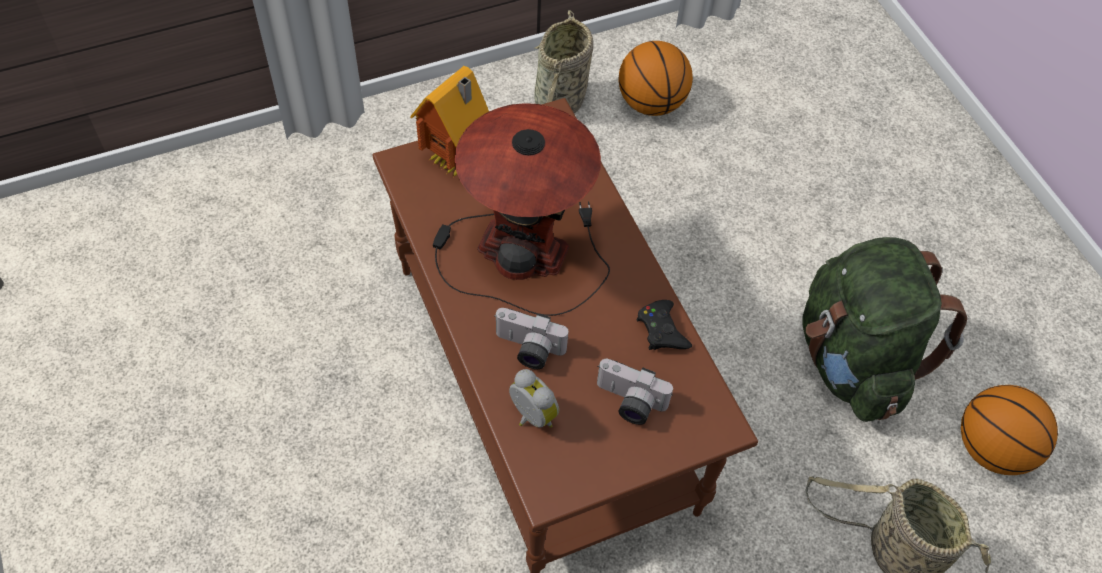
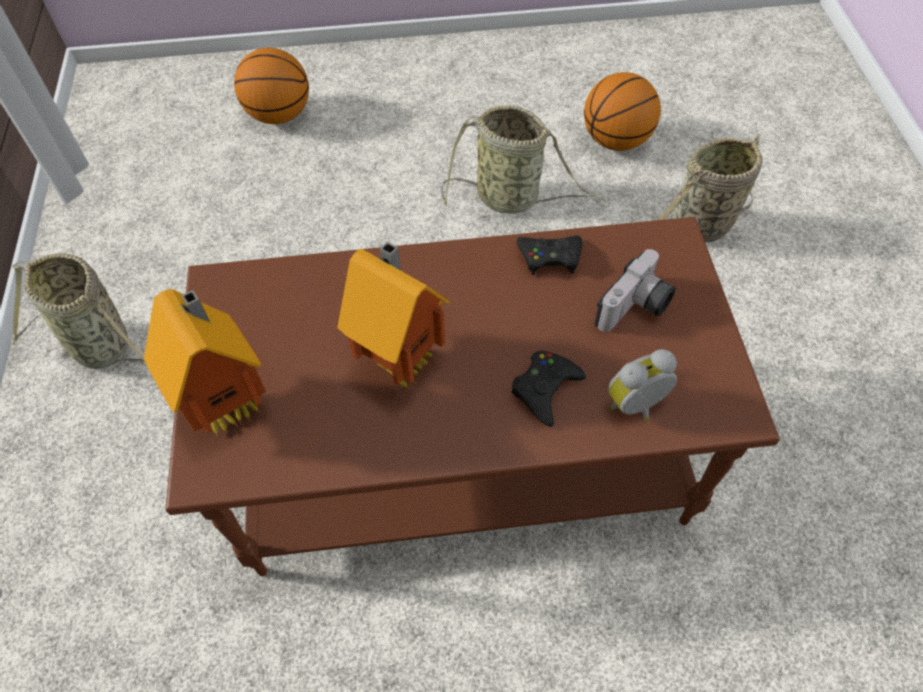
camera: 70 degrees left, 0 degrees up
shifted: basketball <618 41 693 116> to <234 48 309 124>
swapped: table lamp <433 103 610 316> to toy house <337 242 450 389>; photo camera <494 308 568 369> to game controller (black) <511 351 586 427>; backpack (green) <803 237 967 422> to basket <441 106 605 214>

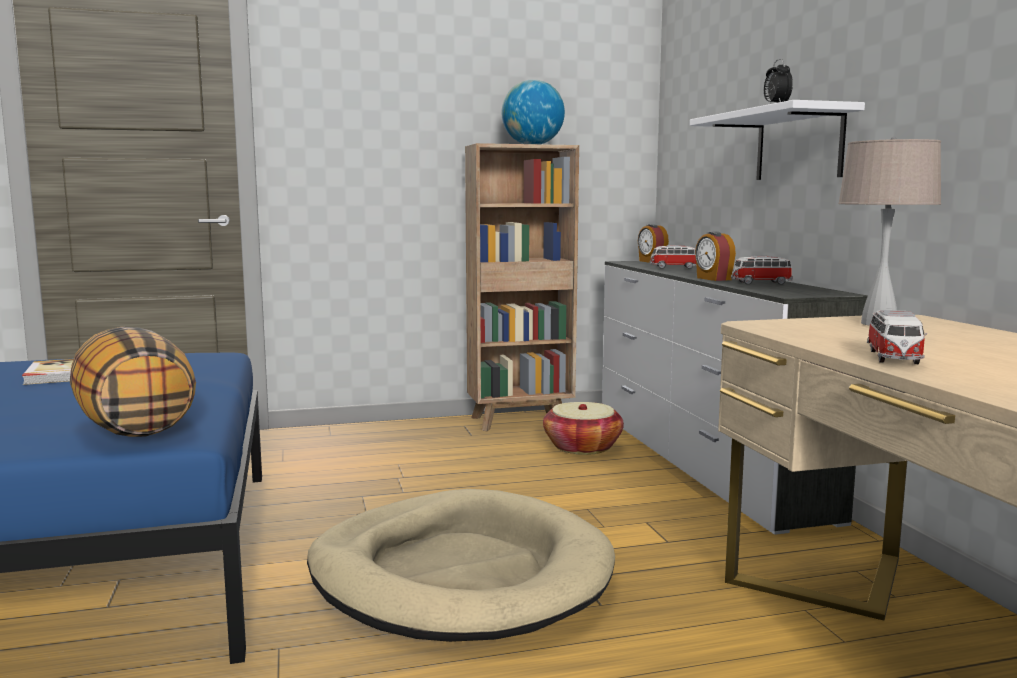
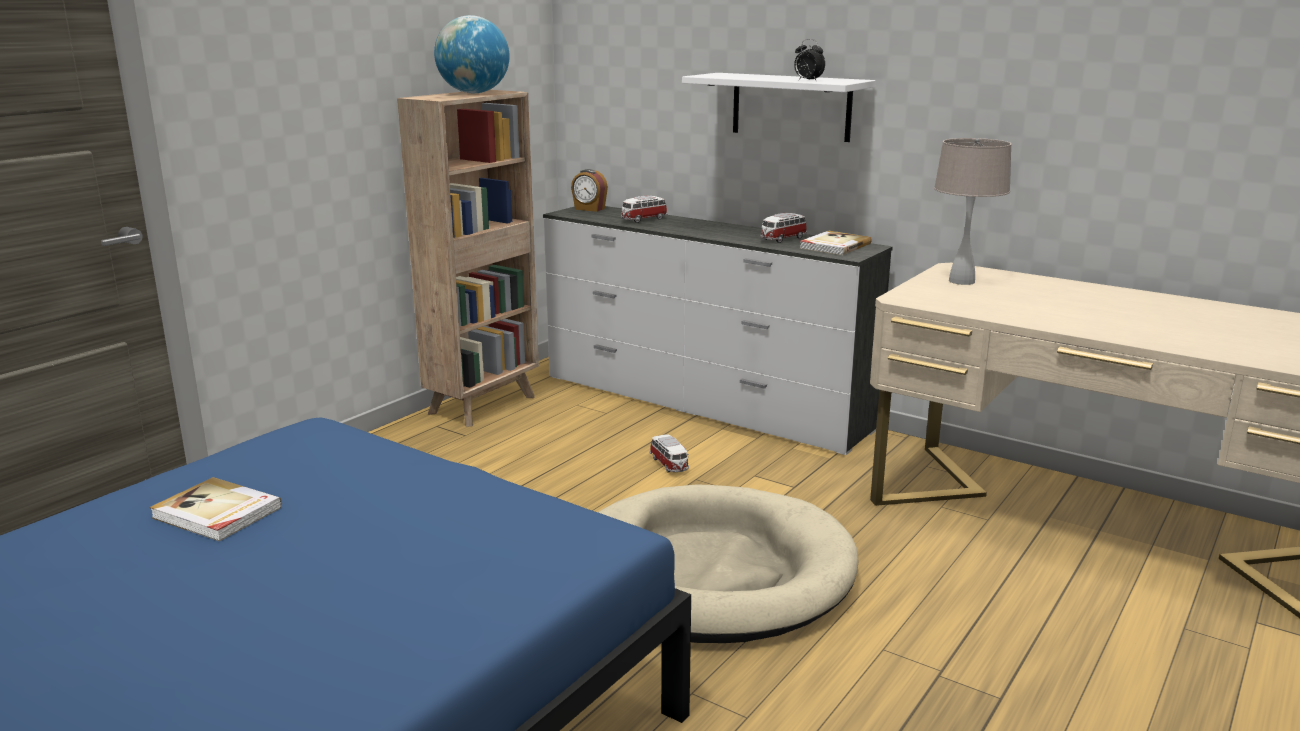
camera: 40 degrees left, 10 degrees up
gone: pillow <70 327 196 437>; basket <543 402 624 455>; alarm clock <695 231 736 281>
new: book <800 231 872 255>
shifted: toy car <867 310 927 365> to <650 434 689 473>

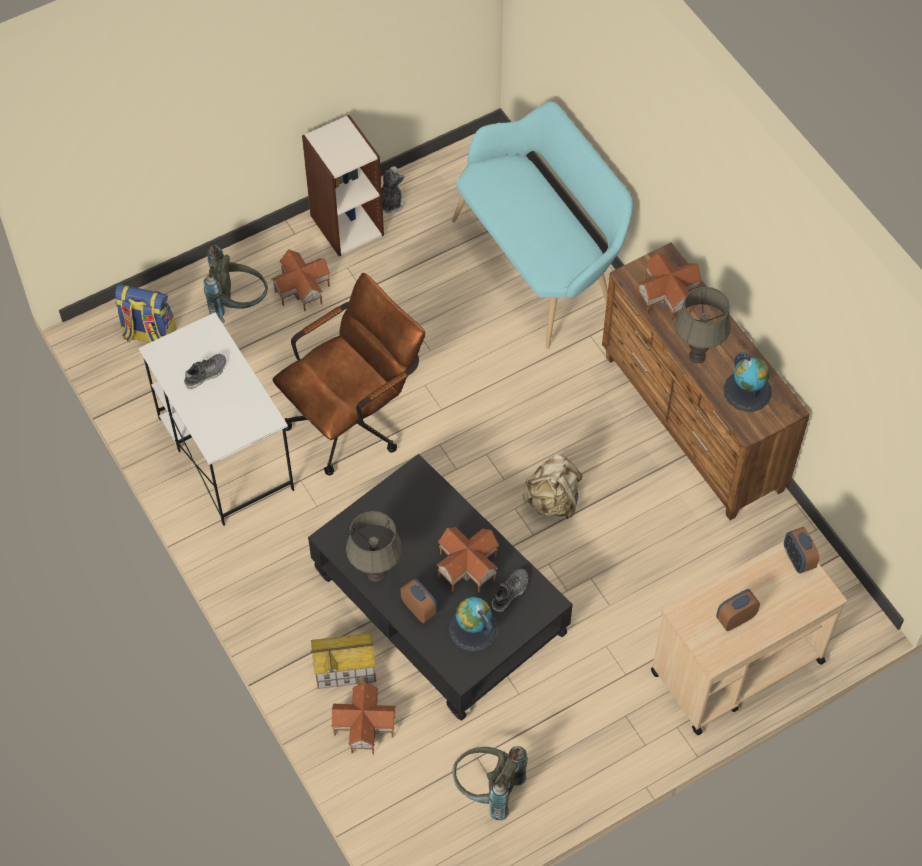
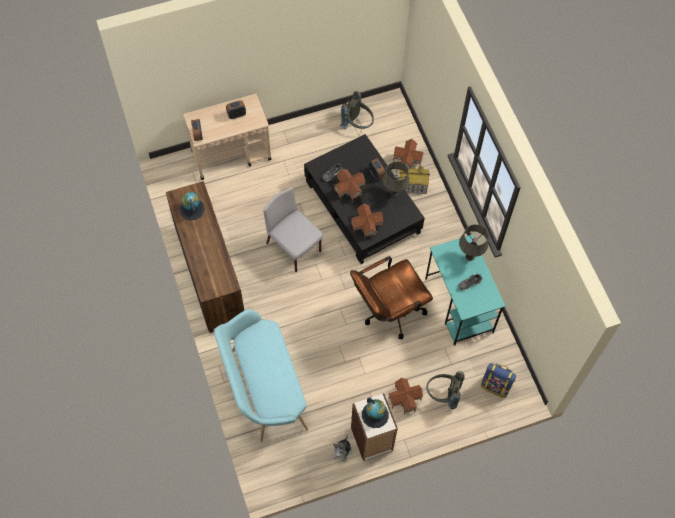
camera: 170 degrees left, 5 degrees up
shifted: globe <449 597 498 652> to <362 397 389 428>; toy house <637 252 702 321> to <350 203 384 240>; table lamp (grey) <675 287 731 363> to <459 224 488 261>
swapped: backpack (beige) <523 454 582 519> to chair (grey) <263 187 324 272>
repainted: desk (white) <138 312 294 526> to desk (turquoise) <425 234 506 346>

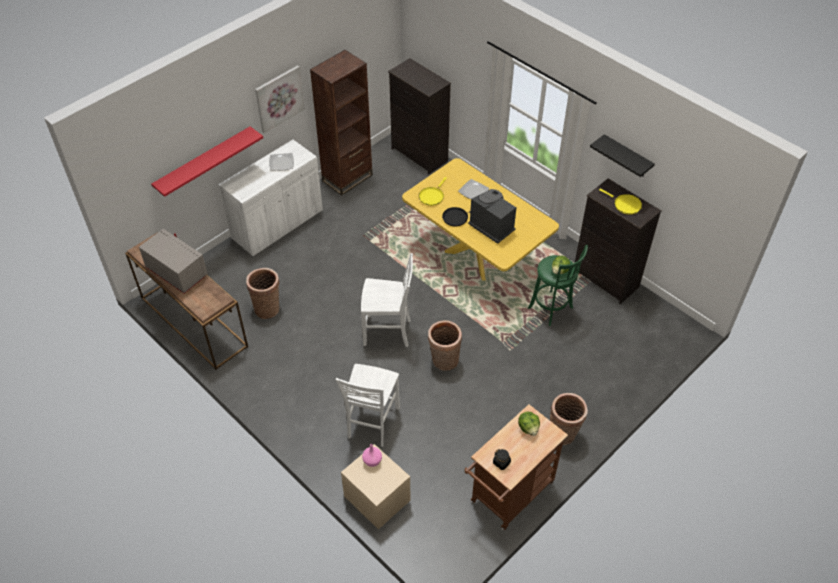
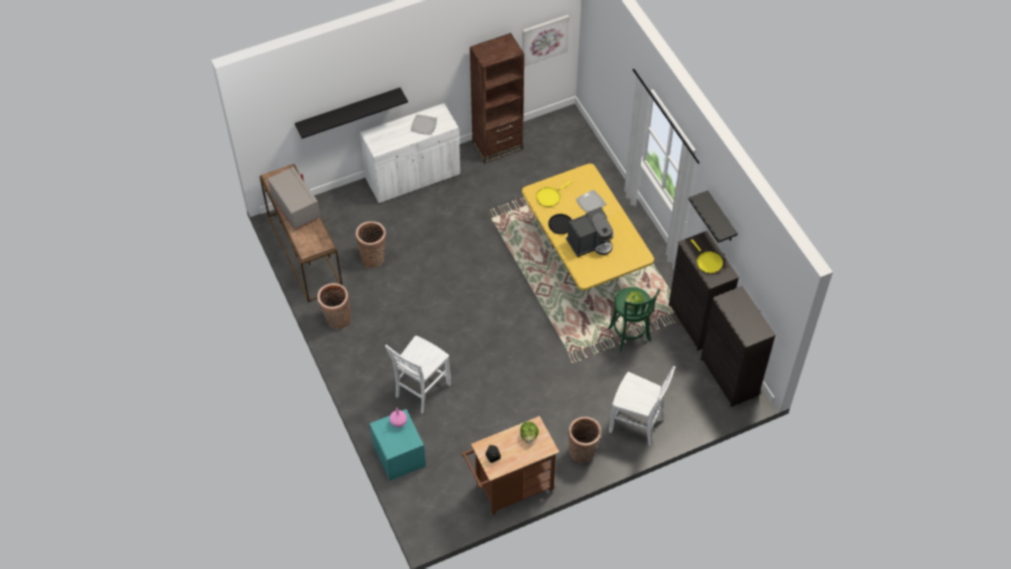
camera: 20 degrees right, 5 degrees up
shifted: picture <255 65 305 133> to <522 15 569 67>; chair (white) <361 253 413 347> to <609 366 675 447>; dresser (black) <388 58 451 174> to <701 286 776 407>; basket <428 320 462 371> to <317 283 351 329>
repainted: shelf (red) <151 126 263 197> to shelf (black) <295 88 408 139>; nightstand (beige) <341 444 411 529> to nightstand (turquoise) <370 409 426 481>
rotated: coffee machine <468 189 517 244> = <566 207 614 257> 90 degrees clockwise

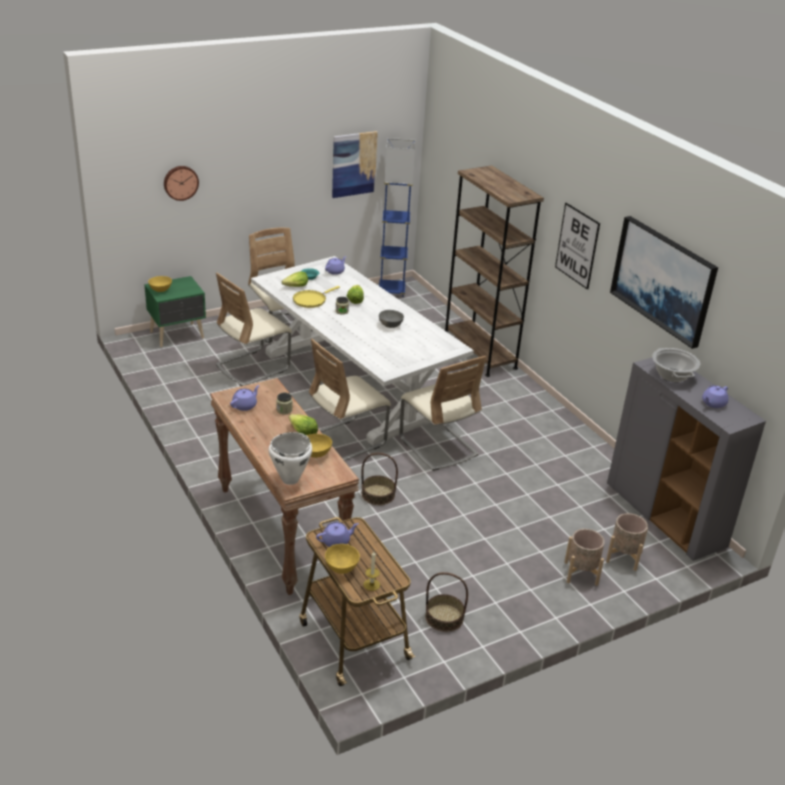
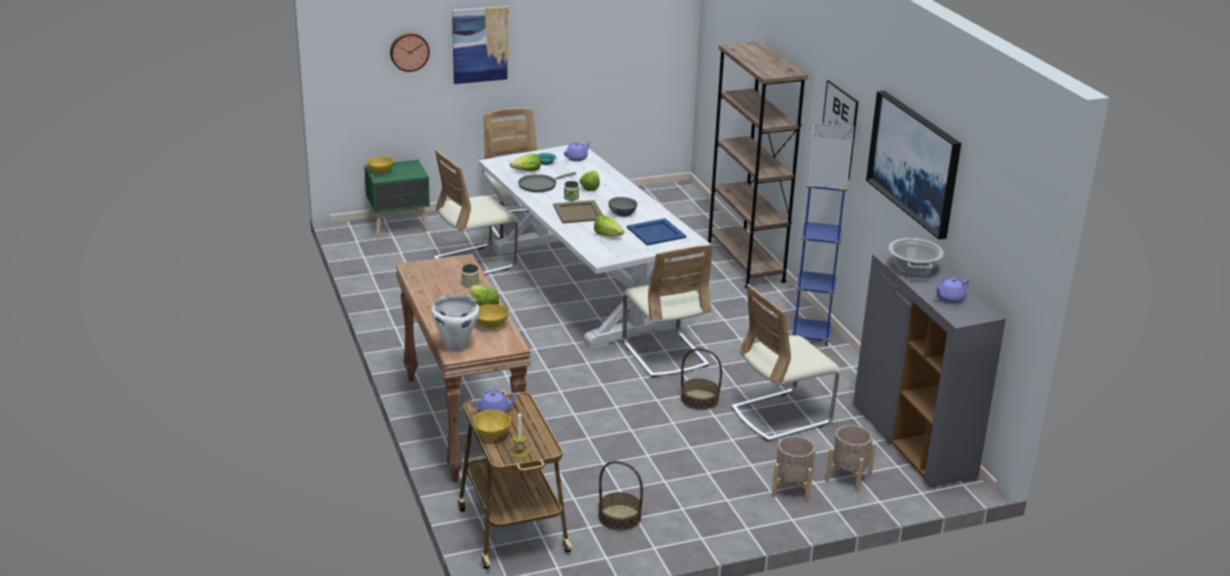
camera: 10 degrees right, 5 degrees down
gone: teapot (purple) <230 385 259 411>
new: tray (beige) <553 200 603 224>; lettuce <594 215 624 237>; tray (blue) <627 218 686 246>
shifted: chair (beige) <309 339 391 461> to <731 284 841 442>; picture <332 131 378 198> to <452 6 509 84>; basket <362 453 398 505> to <681 348 722 410>; floor lamp (blue) <379 138 415 297> to <791 123 854 346>
repainted: frying pan (yellow) <293 286 340 308> to frying pan (grey) <518 172 576 192>

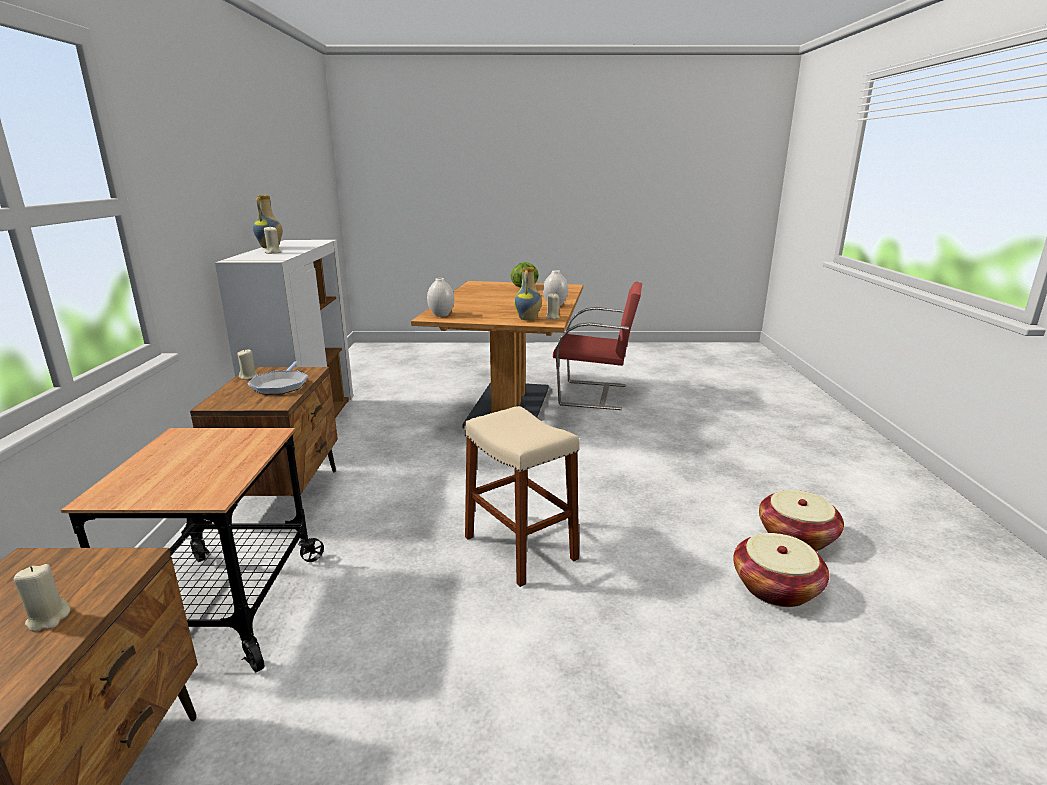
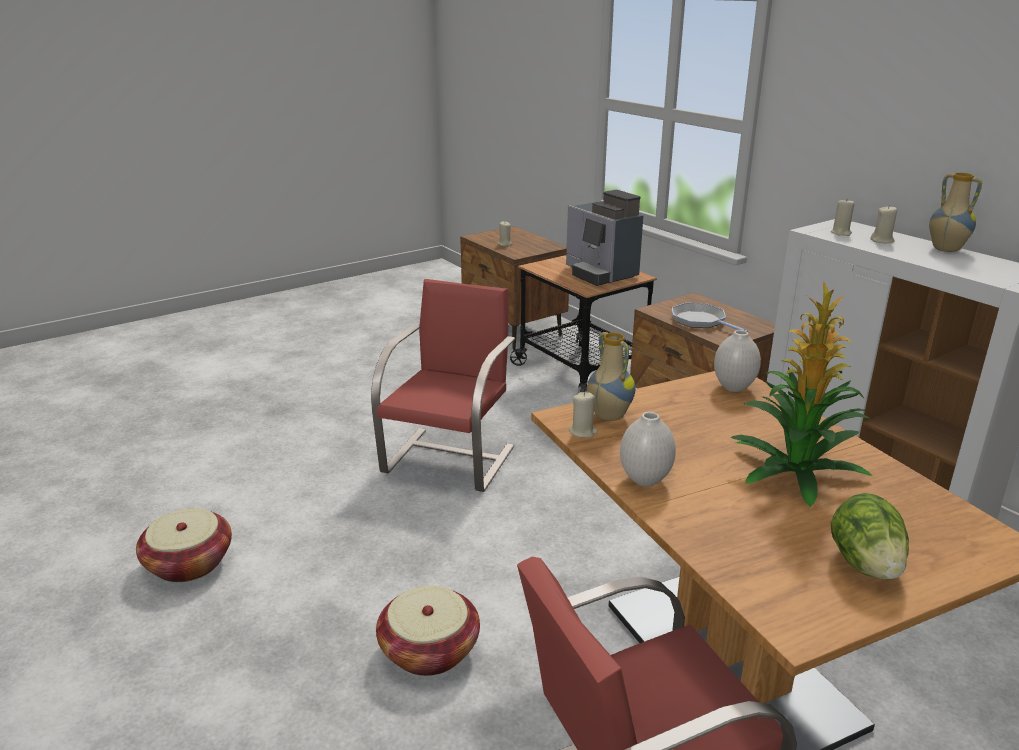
camera: 145 degrees right, 5 degrees up
new: coffee machine <566 190 643 286>; potted plant <730 282 873 507>
shifted: candle (beige) <237 349 258 380> to <831 198 855 236>; basket <733 533 829 607> to <376 586 480 676>
swapped: stool (beige) <465 406 579 587> to chair (red) <371 279 515 492>

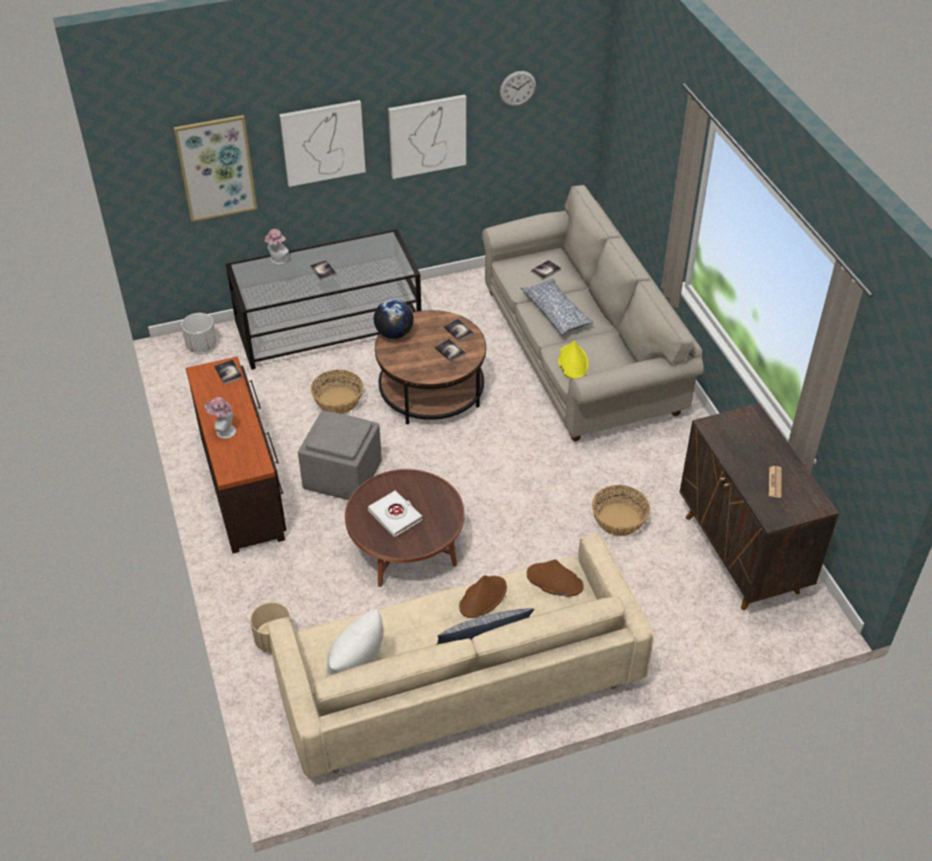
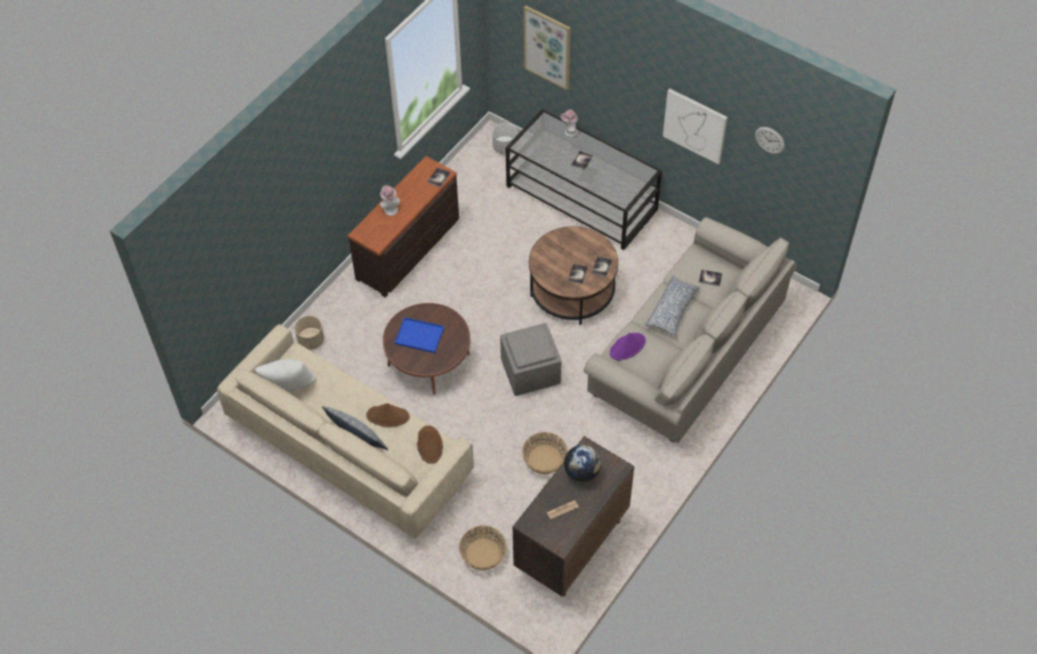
camera: 55 degrees right, 10 degrees up
gone: picture <279 100 366 187>
shifted: ottoman (grey) <298 410 382 500> to <500 323 561 396>; basket <311 370 363 414> to <459 525 507 570>; globe <374 299 414 339> to <564 445 601 482>
swapped: book (white) <368 491 422 537> to tray (blue) <394 317 444 353>
repainted: hat (yellow) <558 341 589 379> to hat (purple) <610 333 646 360>

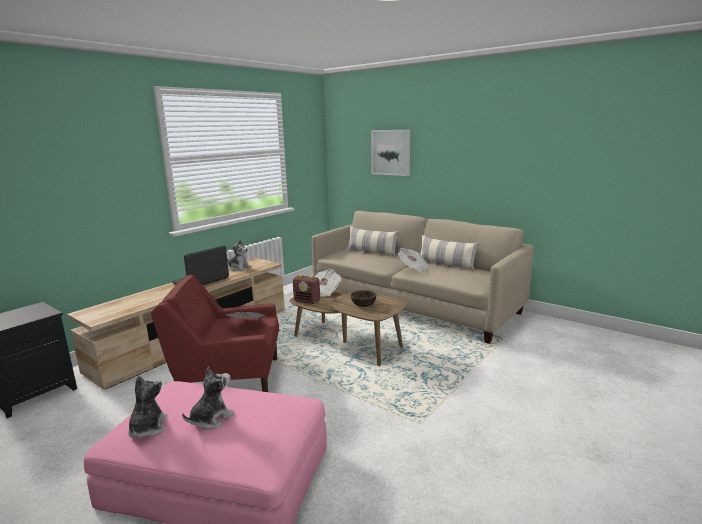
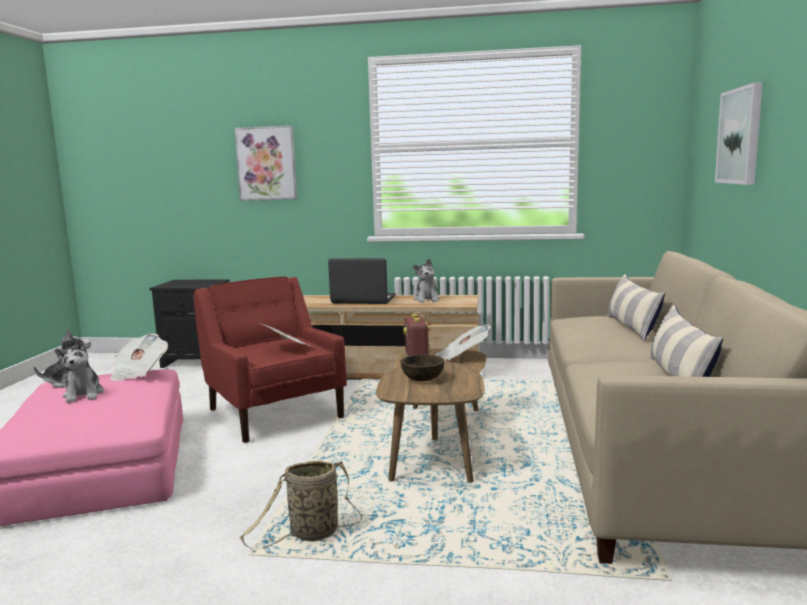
camera: 60 degrees right, 5 degrees down
new: picture <234 126 297 201>; basket <240 460 362 549>
shifted: newspaper <398 248 429 273> to <110 334 168 381>
rotated: plush toy <182 367 235 430> = <55 339 104 403> 60 degrees clockwise

